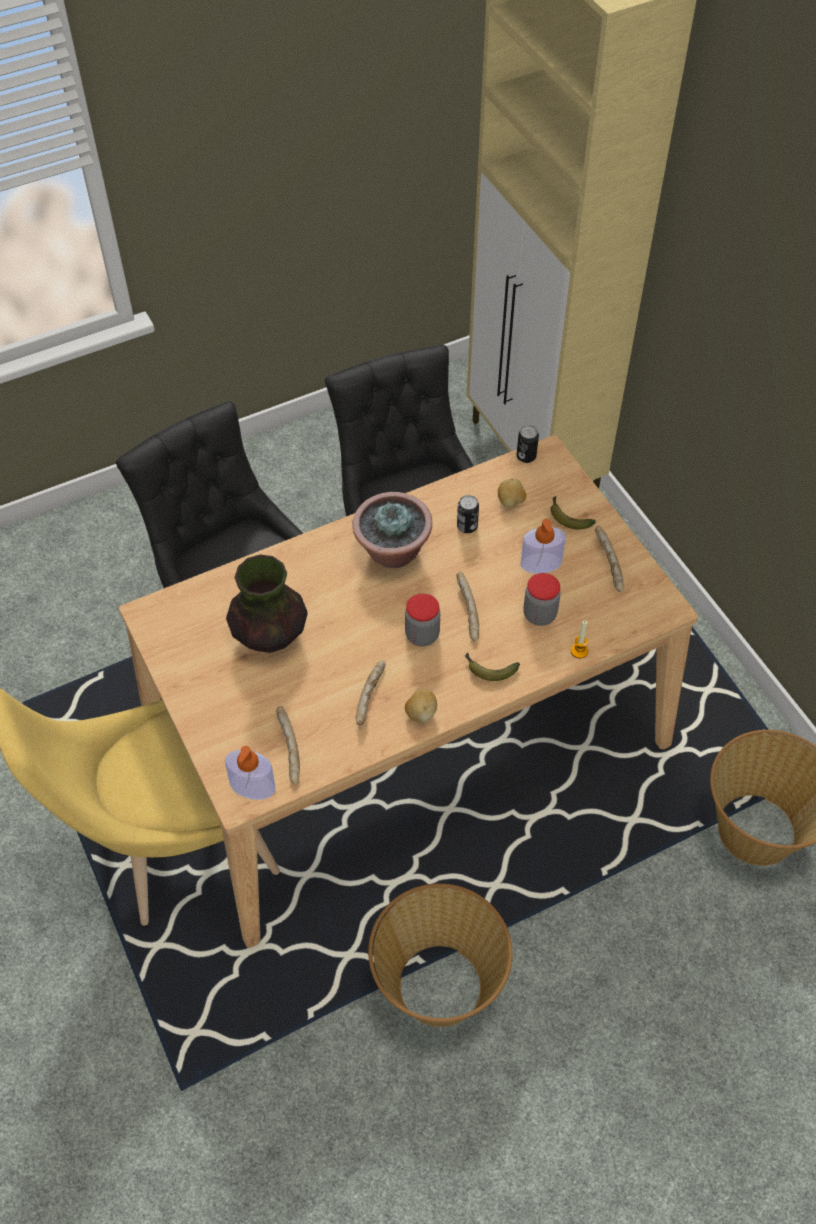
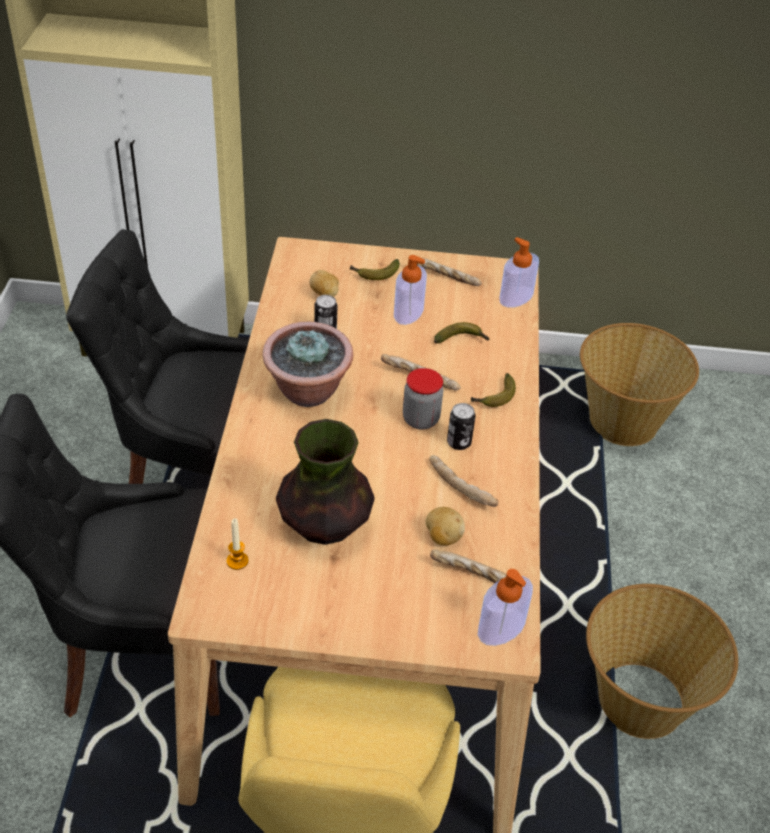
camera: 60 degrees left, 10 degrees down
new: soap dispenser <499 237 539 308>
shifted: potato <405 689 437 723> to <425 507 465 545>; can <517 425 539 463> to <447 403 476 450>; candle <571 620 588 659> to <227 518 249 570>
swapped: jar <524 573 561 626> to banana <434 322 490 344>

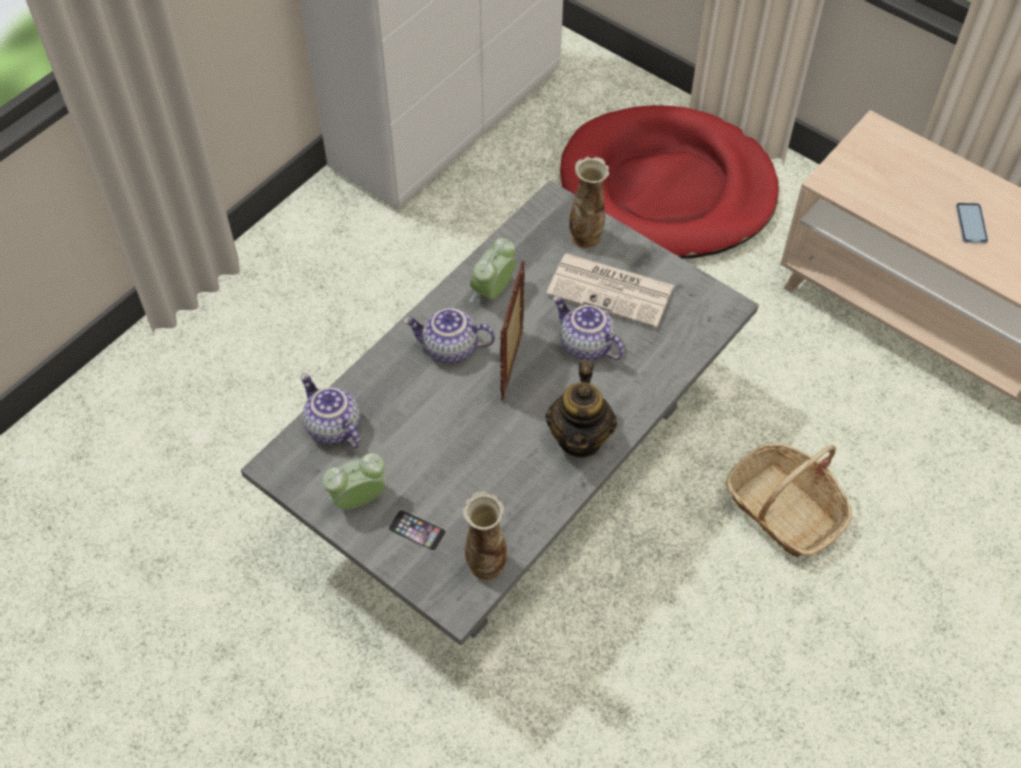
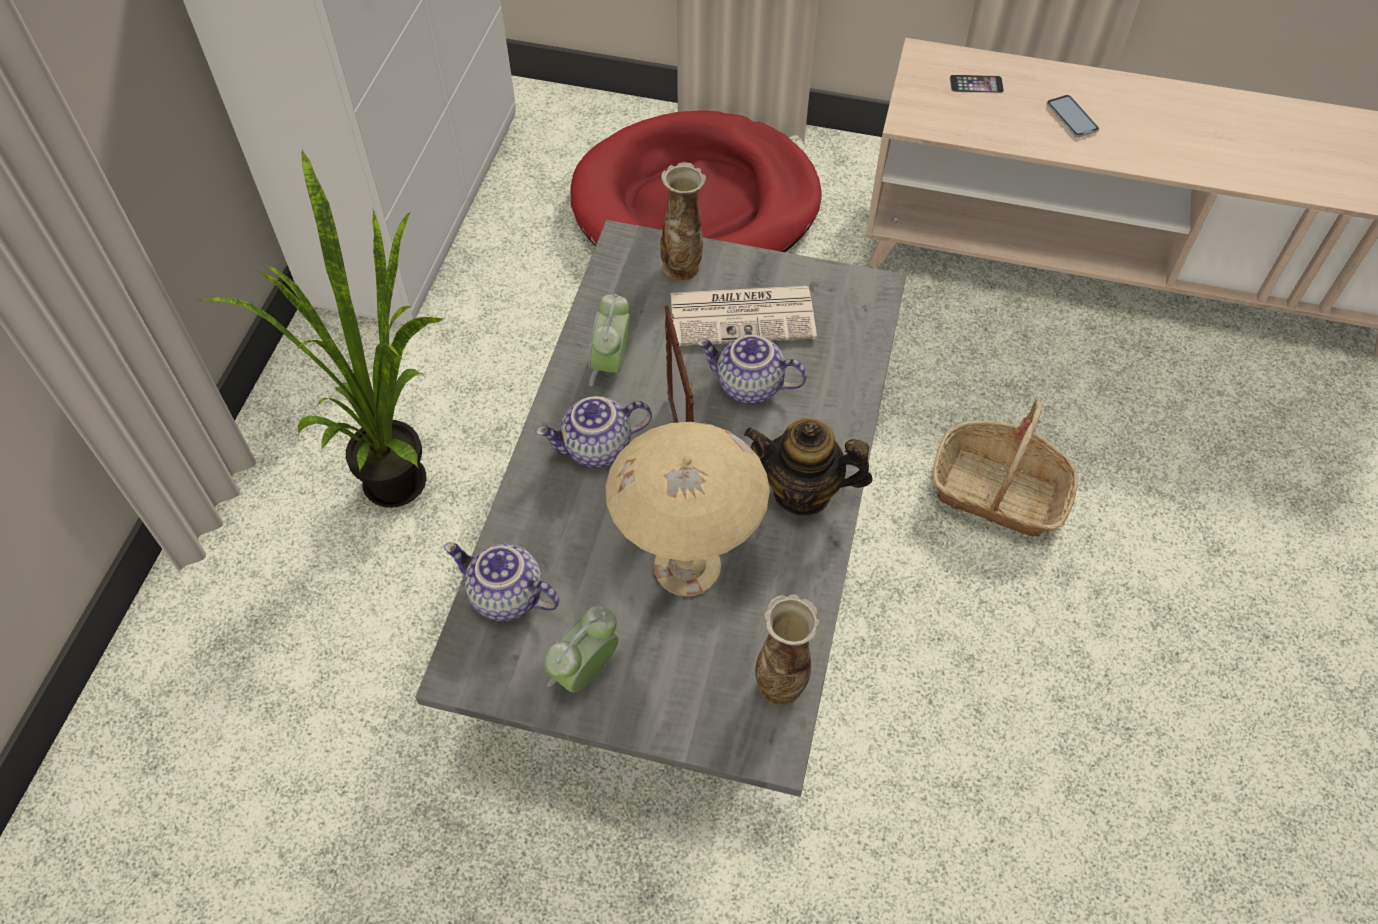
camera: 25 degrees left, 0 degrees up
new: potted plant <195 149 443 508>; table lamp (beige) <605 422 770 597>
shifted: phone <388 510 446 551> to <950 75 1004 93>
rotated: teapot <545 360 617 458> = <744 418 872 516> 120 degrees clockwise

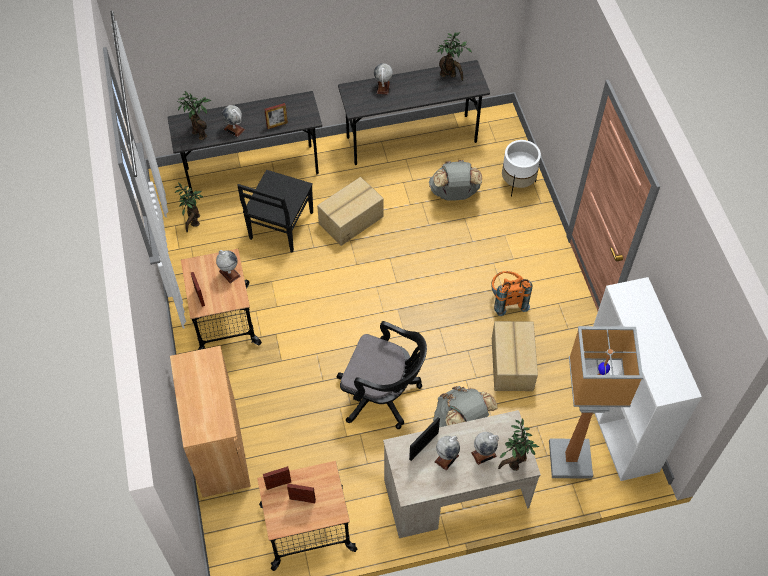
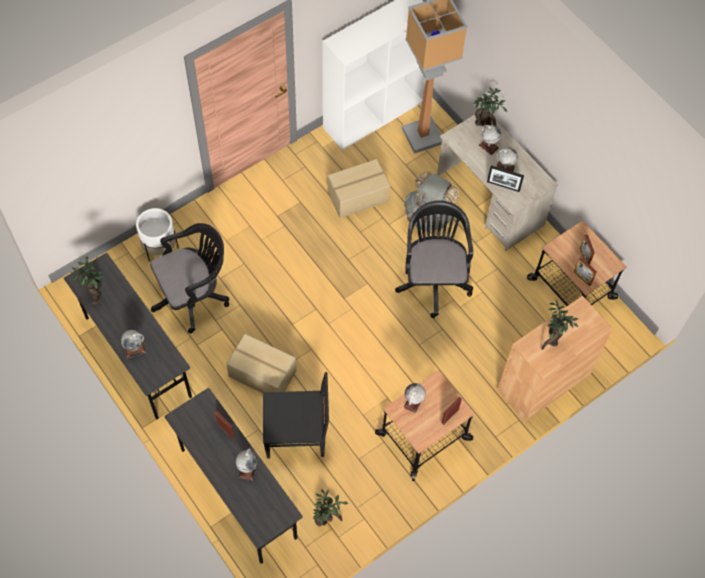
camera: 115 degrees left, 5 degrees up
gone: backpack (orange) <491 271 532 316>
shifted: potted plant <177 91 211 140> to <541 300 578 350>
swapped: backpack (grey) <429 160 482 200> to office chair (black) <151 223 229 333>

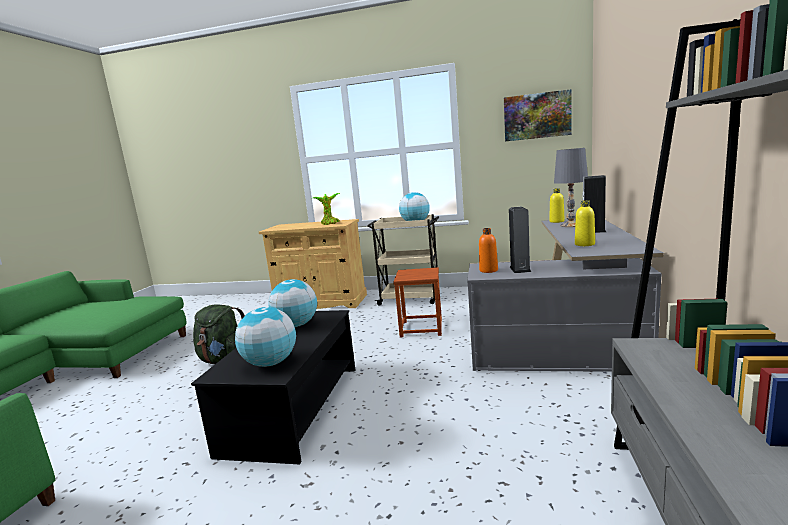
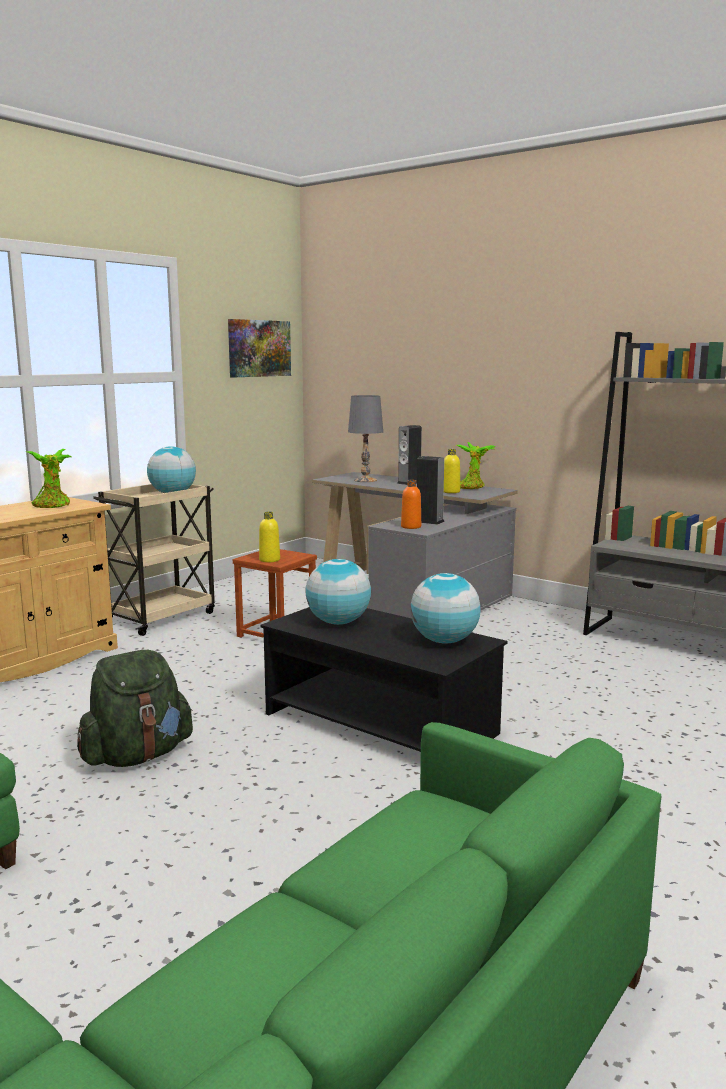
camera: 65 degrees left, 0 degrees up
new: potted plant <456 442 495 489>
shifted: bottle (yellow) <549 188 565 223> to <259 512 280 562>

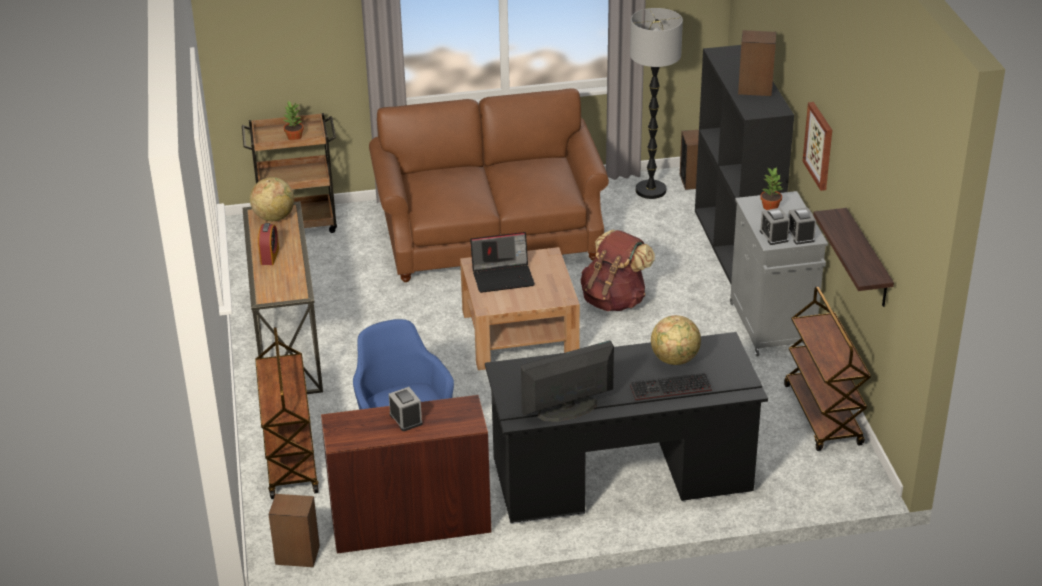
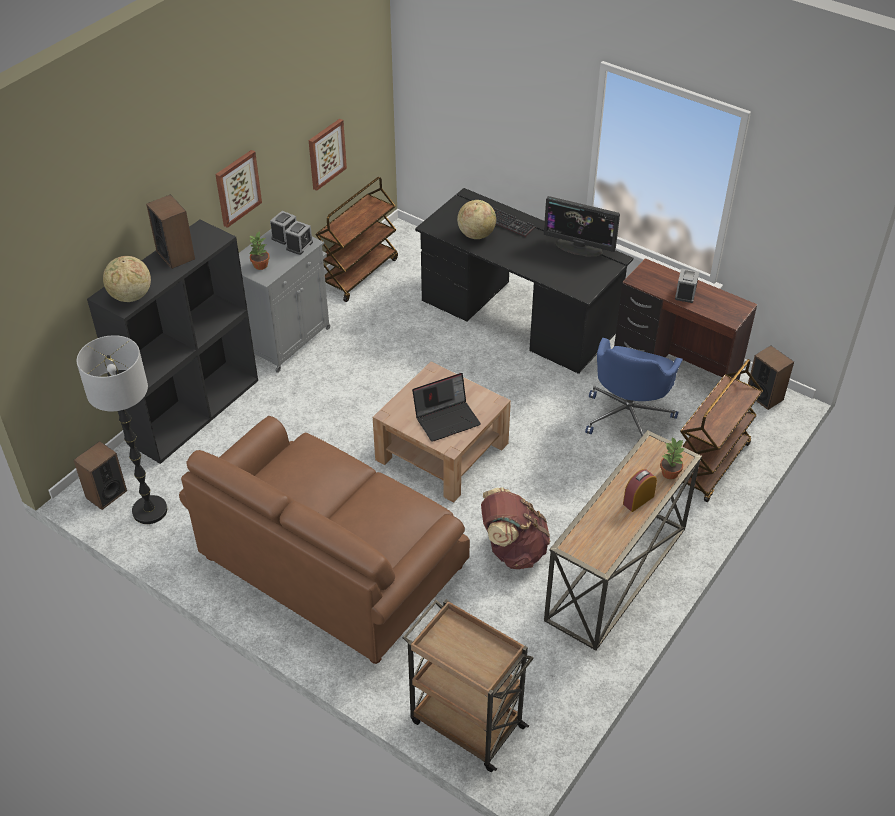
camera: 135 degrees left, 10 degrees up
shifted: globe <250 177 294 221> to <103 256 151 302>; potted plant <283 101 304 140> to <660 437 684 479>; backpack (brown) <581 230 655 311> to <481 487 550 569>
swapped: shelf <813 208 894 307> to picture <309 119 347 191>
rotated: laptop <470 232 535 293> = <412 373 481 442> 120 degrees clockwise

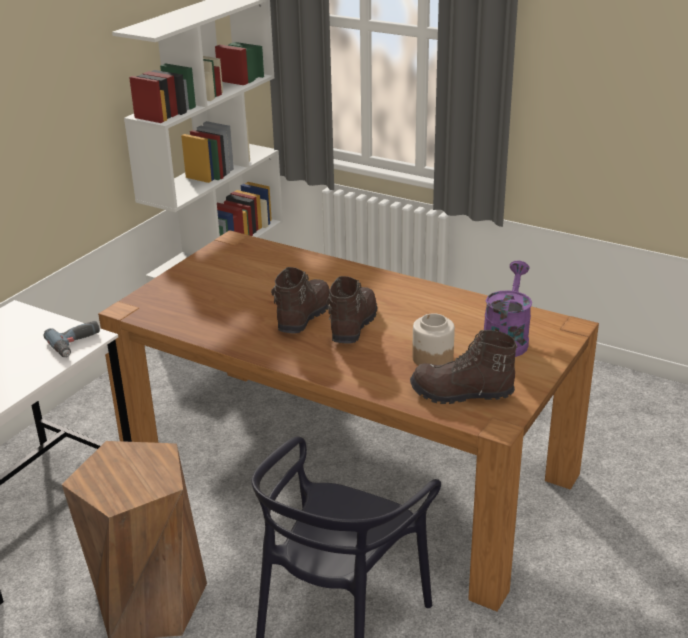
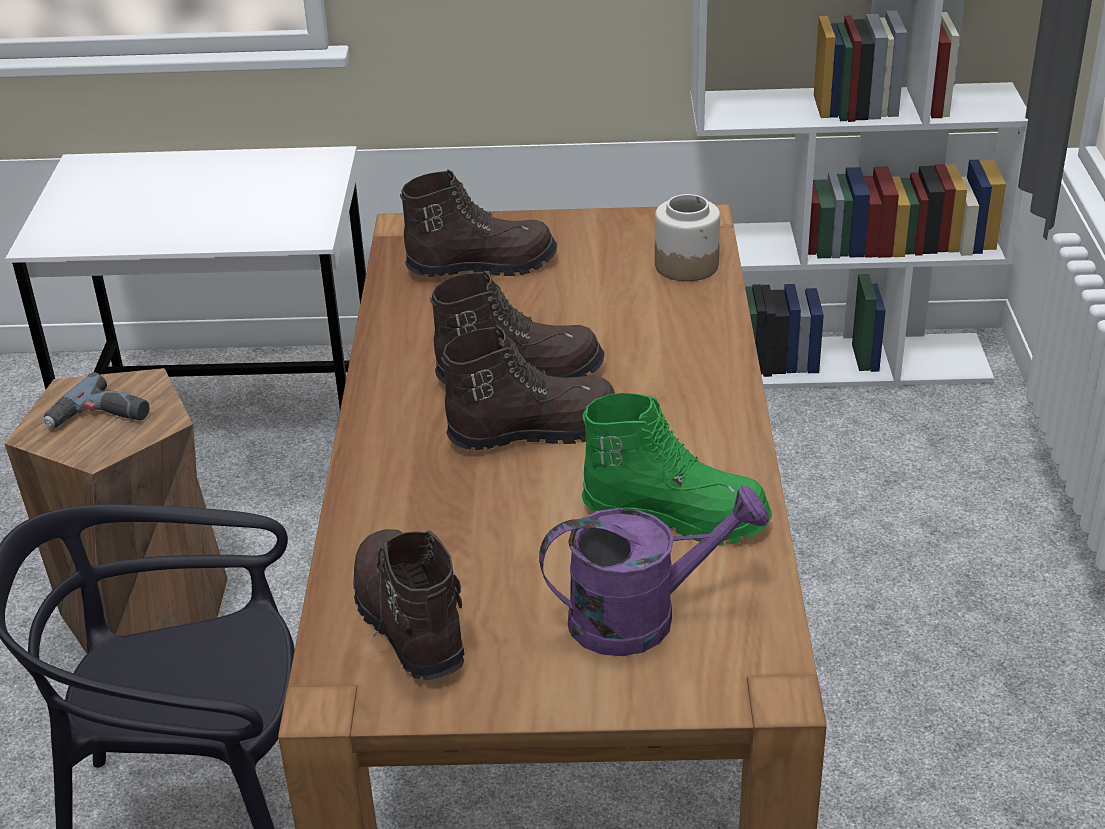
camera: 60 degrees right, 5 degrees up
new: boot (brown) <400 169 557 277>; boot (green) <582 393 772 545>
shifted: power drill <43 321 100 357> to <44 372 149 427>; jar <412 313 455 366> to <655 194 720 281>

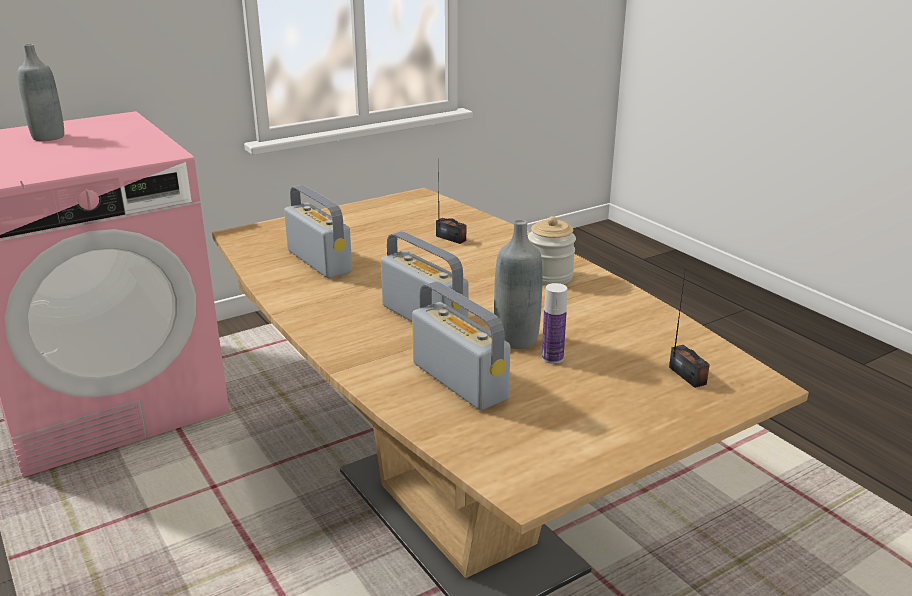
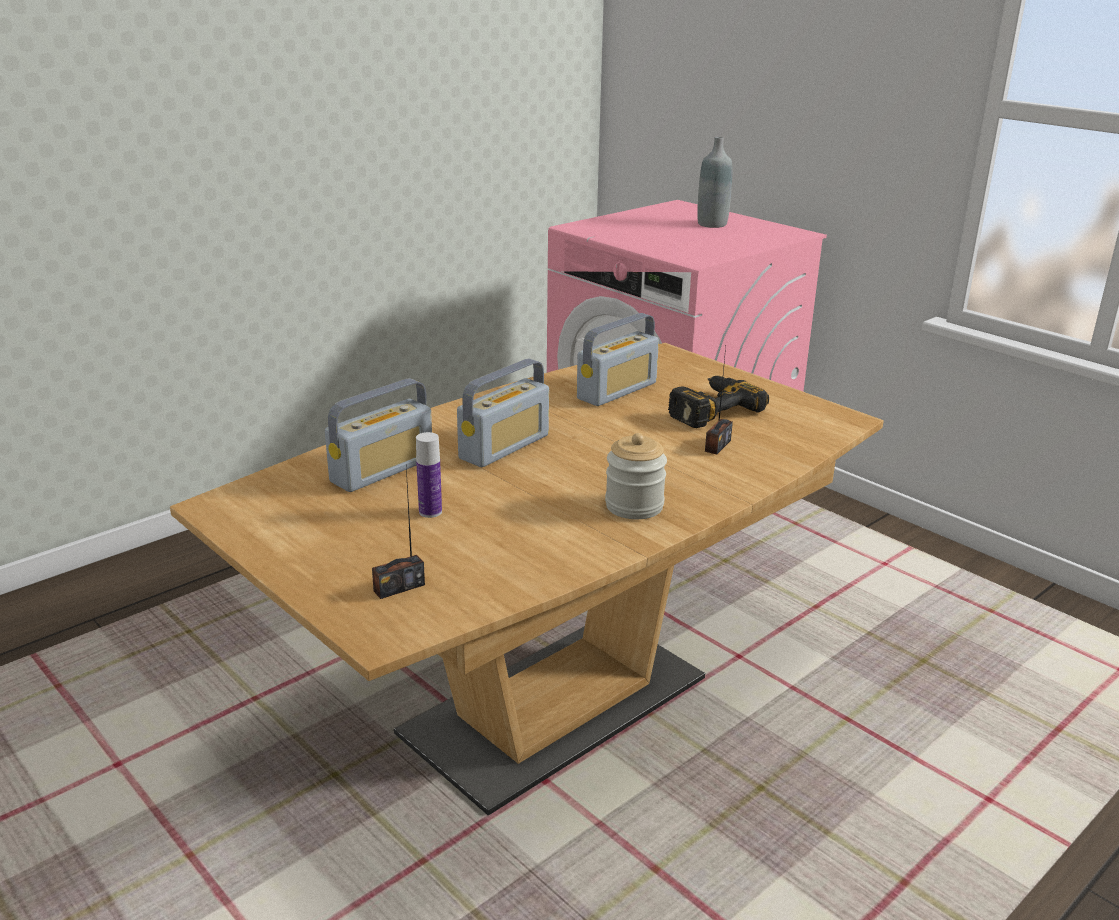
camera: 80 degrees right, 0 degrees up
gone: bottle (grey) <494 220 543 349>
new: power drill <668 376 769 428>

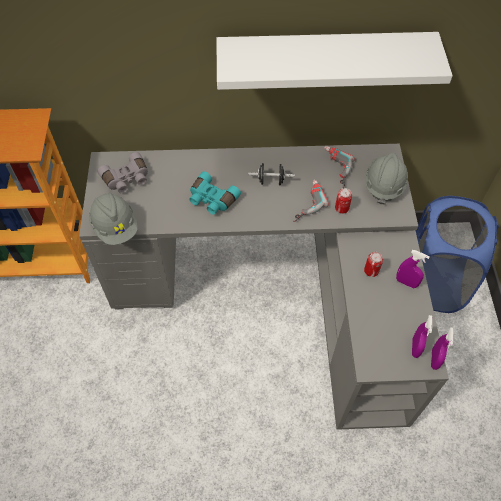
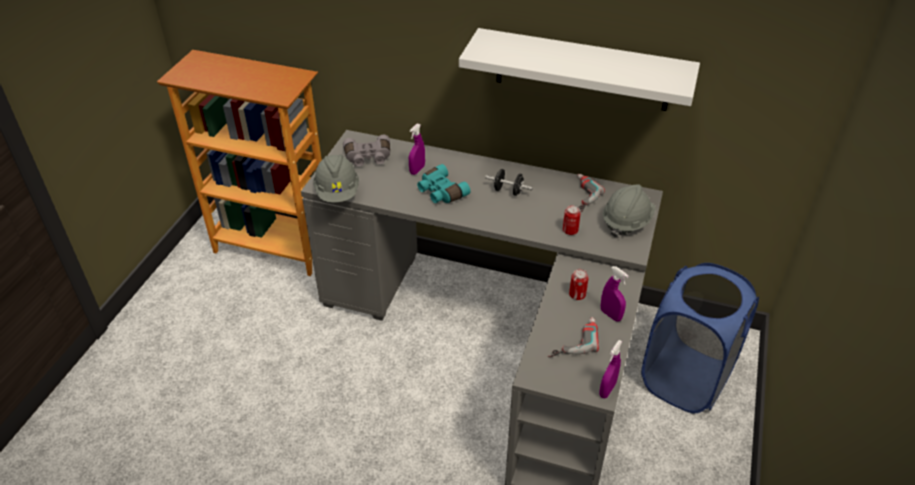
camera: 20 degrees right, 15 degrees down
shifted: power drill <293 179 329 222> to <548 317 599 357>; spray bottle (purple) <412 315 432 358> to <409 124 425 175>

